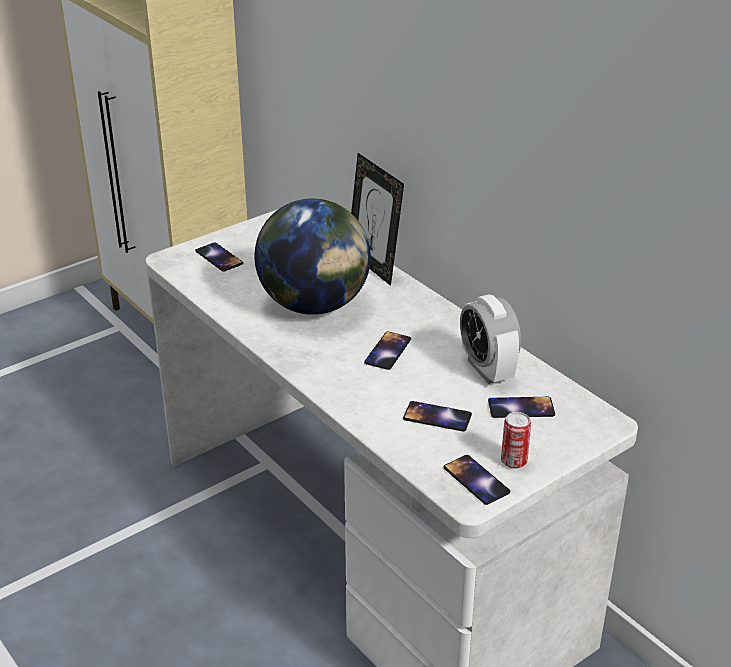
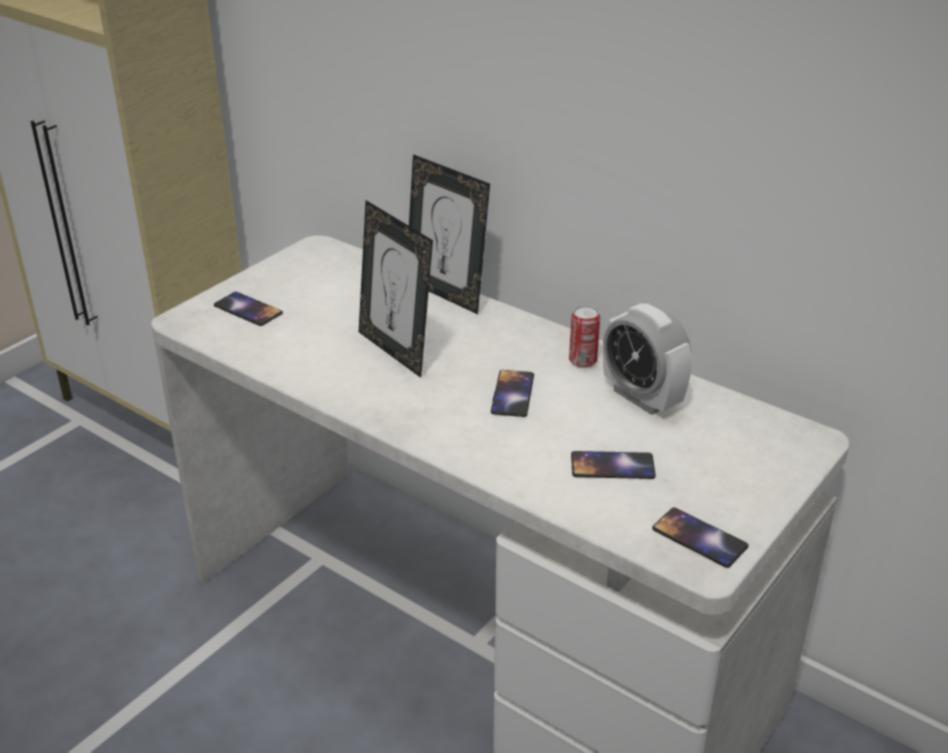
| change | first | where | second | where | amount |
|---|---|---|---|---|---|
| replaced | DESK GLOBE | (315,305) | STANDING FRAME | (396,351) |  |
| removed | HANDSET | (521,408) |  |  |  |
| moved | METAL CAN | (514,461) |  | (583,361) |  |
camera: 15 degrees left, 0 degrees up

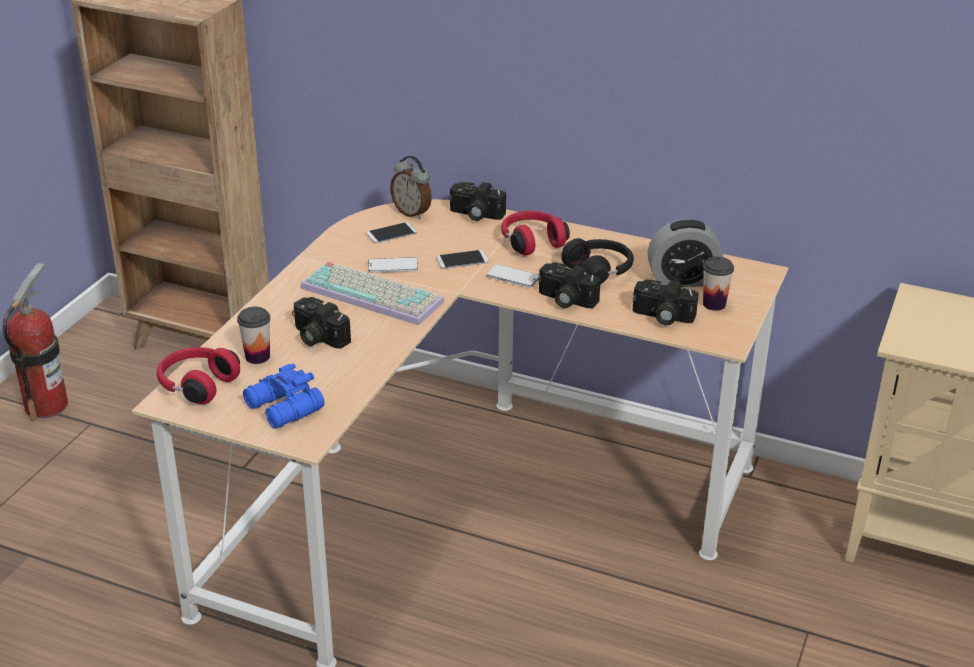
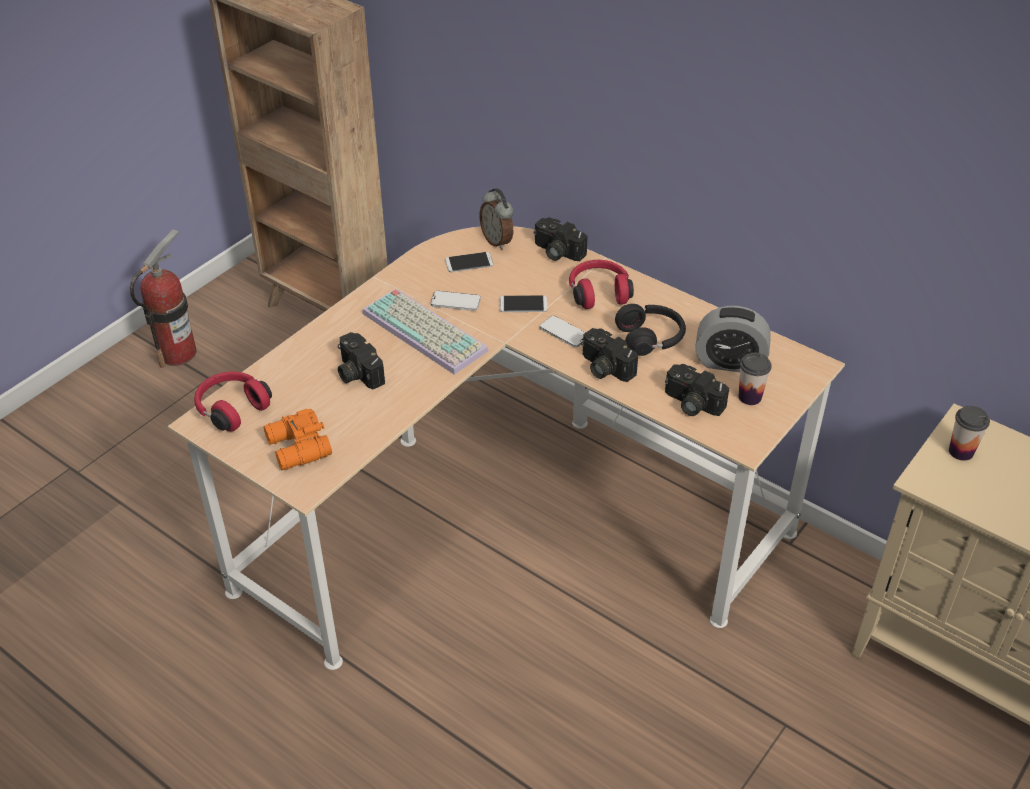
| change | first | where | second | where | amount |
|---|---|---|---|---|---|
| moved | DRINKING CUP | (257,357) |  | (961,451) |  |
| recoloured | BLUE PAIR OF BINOCULARS | (283,409) | ORANGE-COLOURED PAIR OF BINOCULARS | (297,449) |  |
camera: 15 degrees right, 10 degrees up

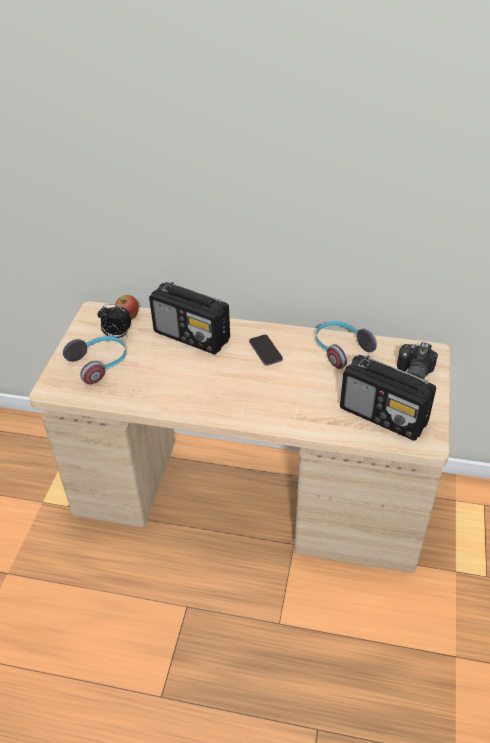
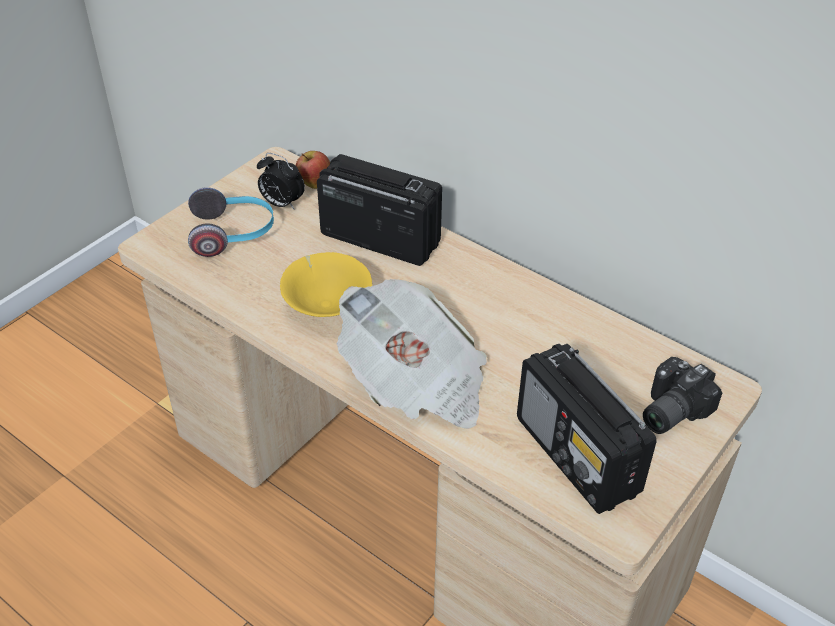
| change | first | where | second | where | amount |
|---|---|---|---|---|---|
| turned | RADIO RECEIVER | (192,336) |  | (379,238) | 150 degrees clockwise |
| removed | HANDSET | (265,351) |  |  |  |
| removed | PAIR OF HEADPHONES | (340,349) |  |  |  |
| added |  |  | YELLOW-COLOURED BOWL | (327,306) |  |
| added |  |  | PRINTED PAPER | (416,383) |  |
camera: 25 degrees right, 0 degrees up

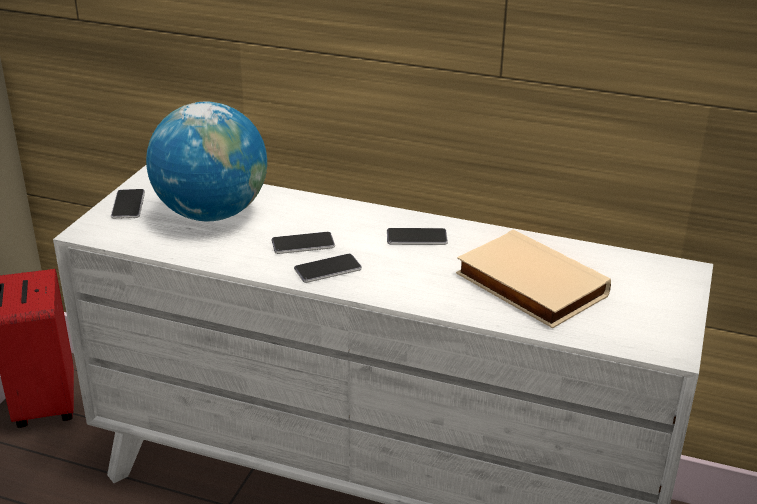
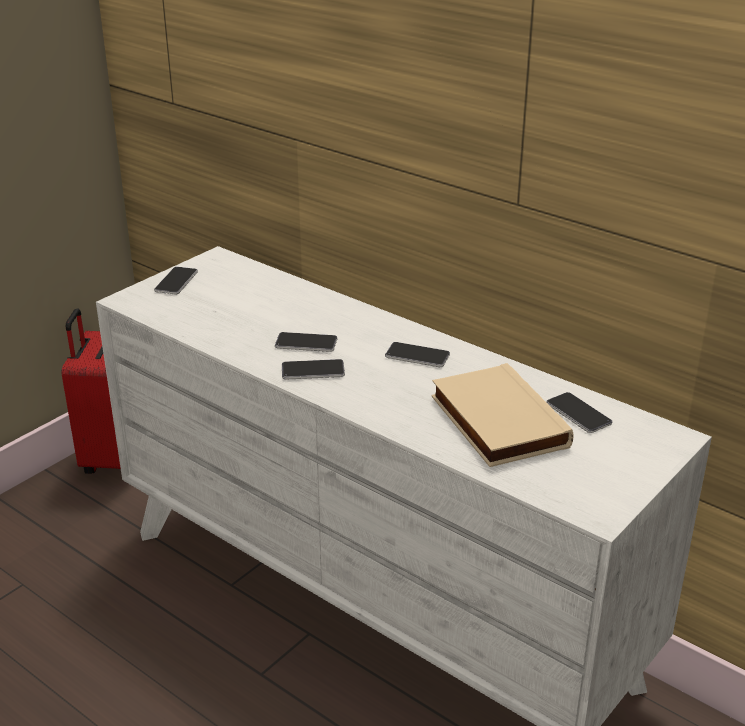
| change | first | where | second | where | amount |
|---|---|---|---|---|---|
| removed | DESK GLOBE | (211,213) |  |  |  |
| added |  |  | HANDSET | (578,414) |  |
camera: 20 degrees right, 0 degrees up

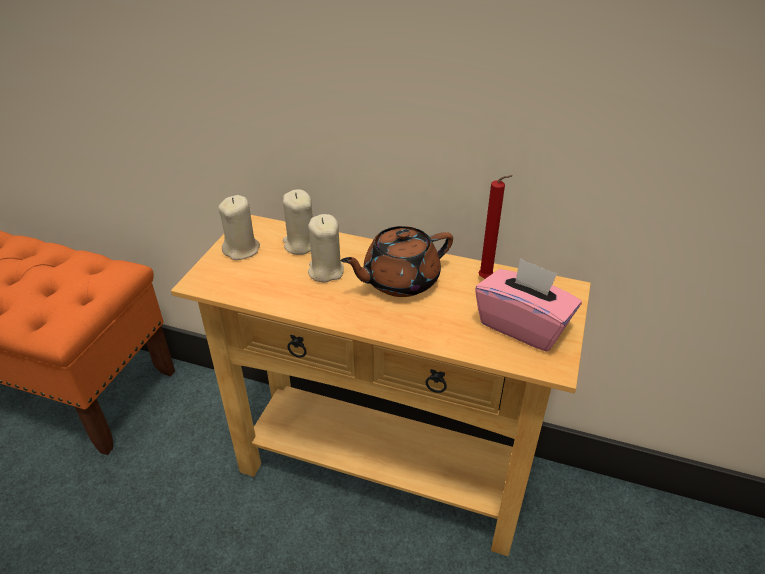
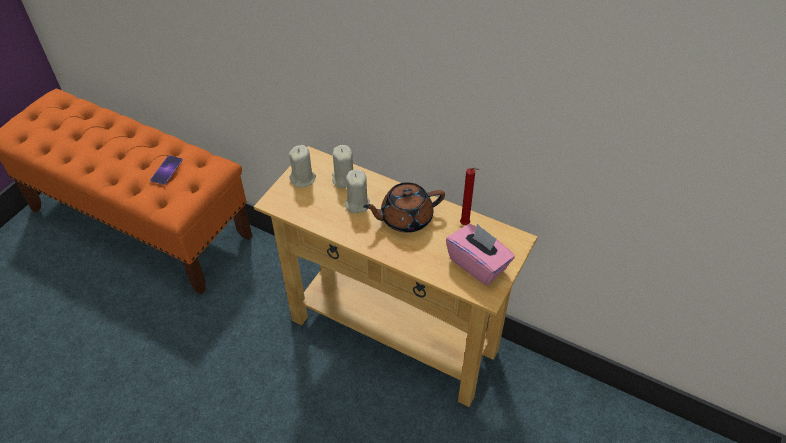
| change | first | where | second | where | amount |
|---|---|---|---|---|---|
| added |  |  | HANDSET | (166,170) |  |
camera: 10 degrees right, 10 degrees up

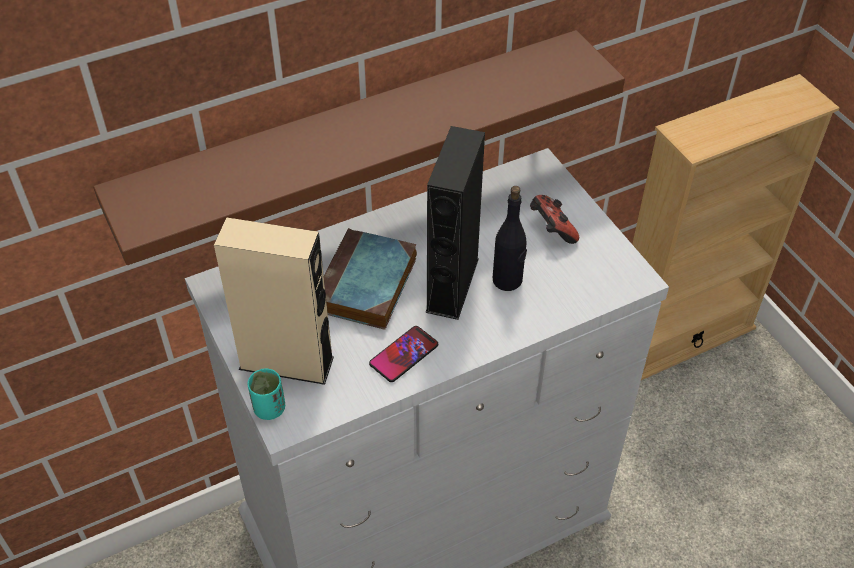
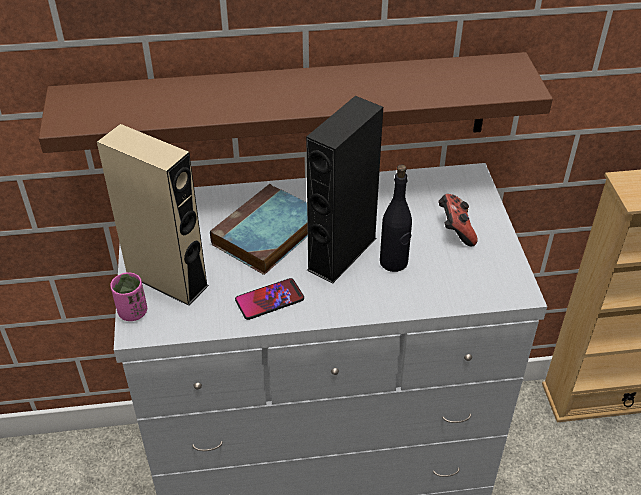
| change | first | where | second | where | amount |
|---|---|---|---|---|---|
| recoloured | TURQUOISE DRINKING CUP | (269,408) | PINK-COLOURED DRINKING CUP | (132,312) |  |
camera: 20 degrees right, 5 degrees down

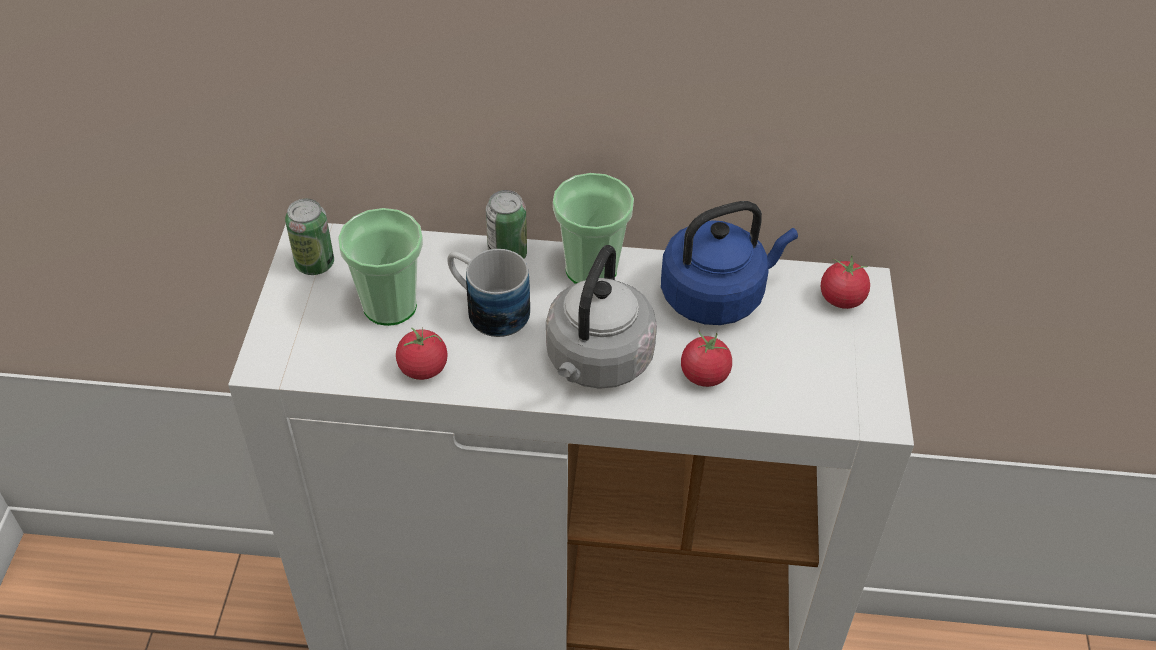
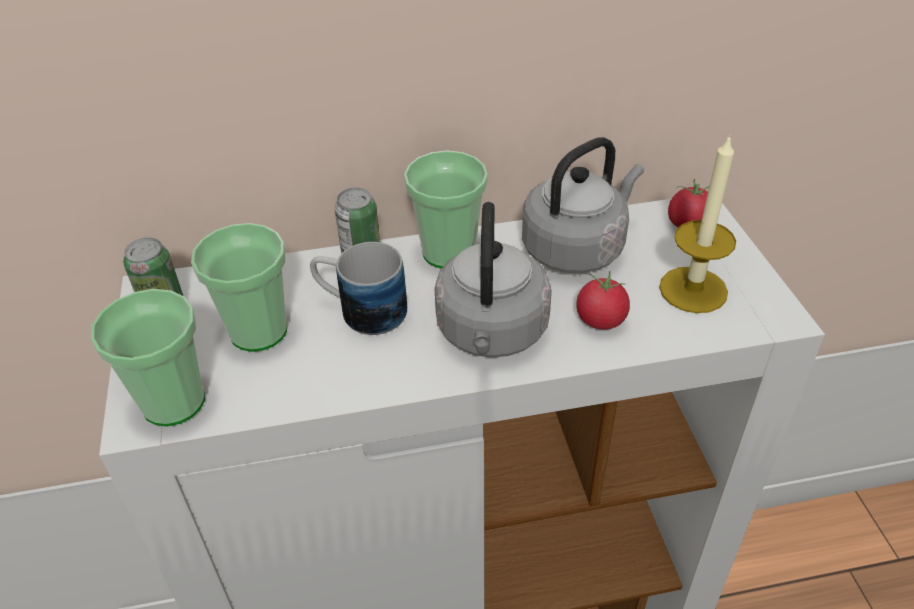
| change | first | where | second | where | amount |
|---|---|---|---|---|---|
| removed | TOMATO | (423,368) |  |  |  |
| recoloured | BLUE WATER KETTLE | (717,295) | GRAY WATER KETTLE | (577,248) |  |
| added |  |  | DRINKING CUP | (173,402) |  |
| added |  |  | WAX CANDLE | (693,289) |  |
camera: 15 degrees left, 5 degrees down

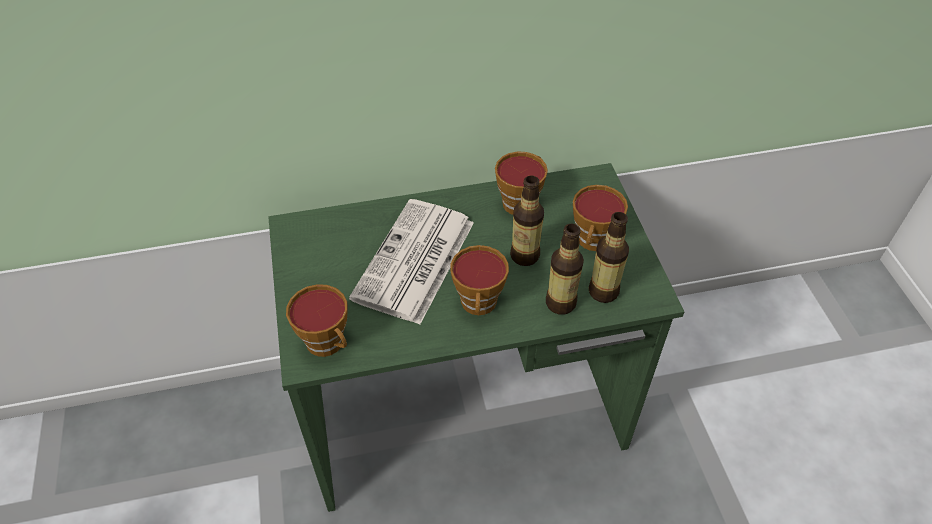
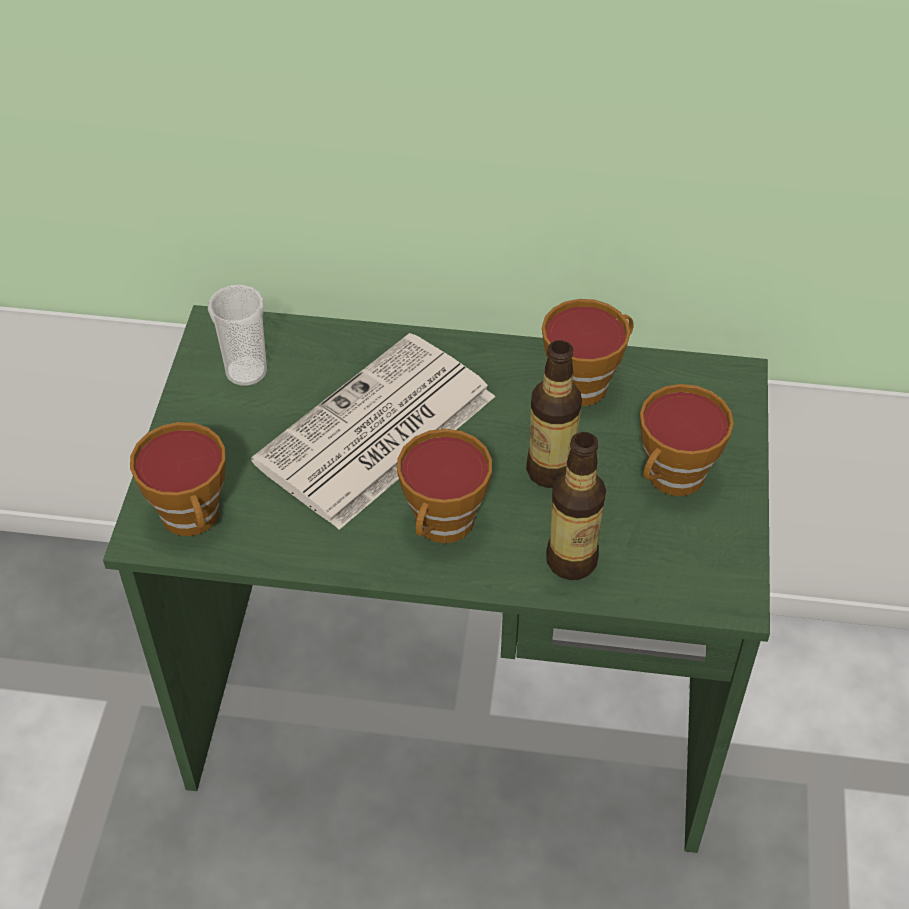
| change | first | where | second | where | amount |
|---|---|---|---|---|---|
| removed | BEVERAGE BOTTLE | (603,291) |  |  |  |
| added |  |  | DRINKING CUP | (246,372) |  |
camera: 20 degrees right, 0 degrees up

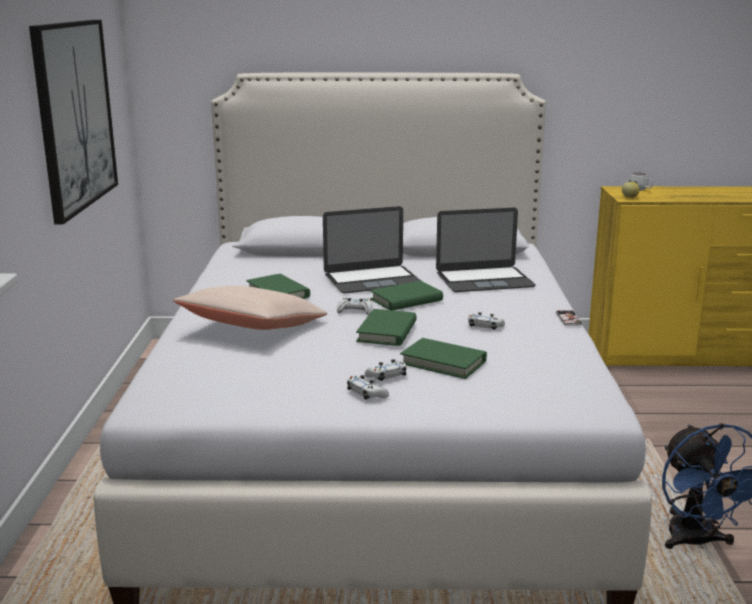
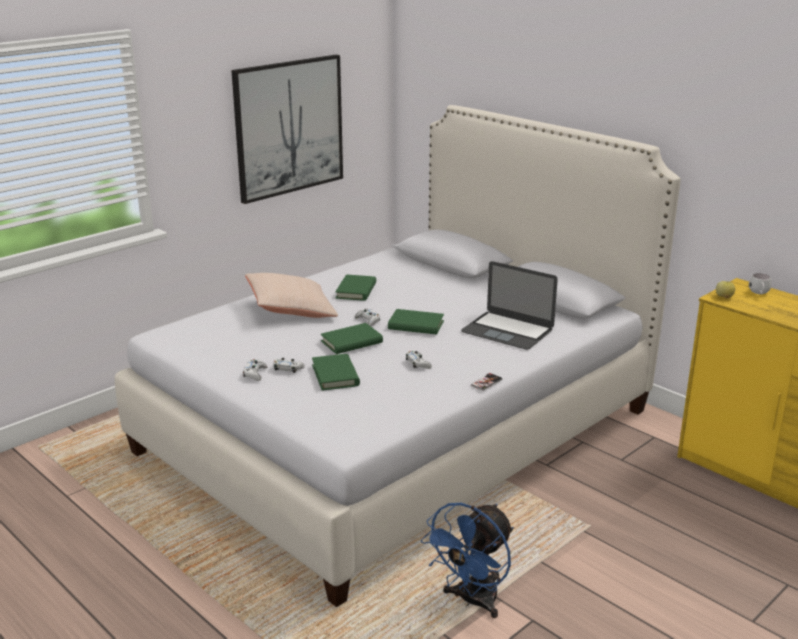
| change | first | where | second | where | amount |
|---|---|---|---|---|---|
| removed | NOTEBOOK COMPUTER | (372,279) |  |  |  |
camera: 45 degrees right, 5 degrees up

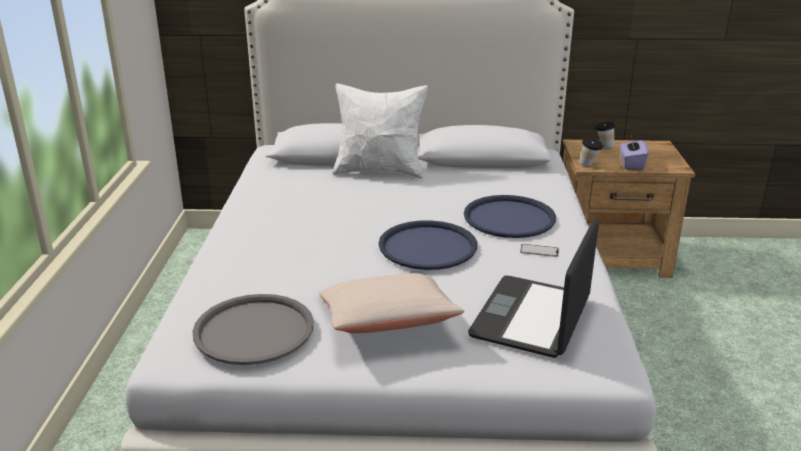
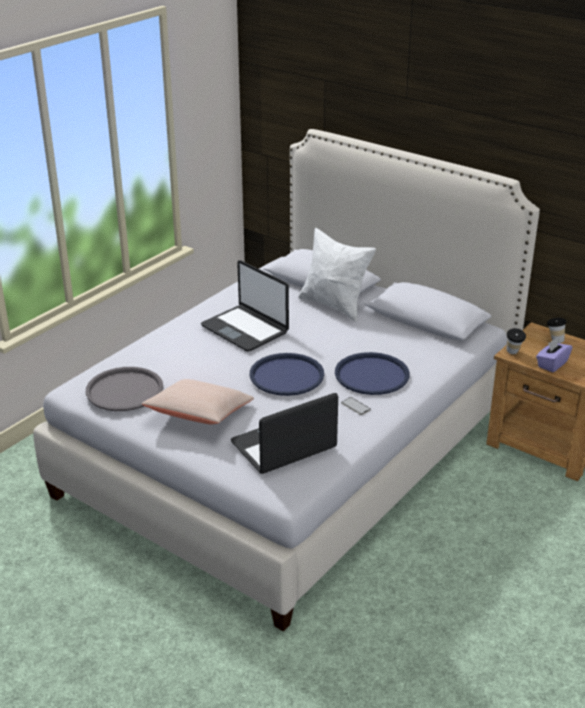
| change | first | where | second | where | amount |
|---|---|---|---|---|---|
| added |  |  | NOTEBOOK COMPUTER | (245,329) |  |
camera: 35 degrees right, 5 degrees up

